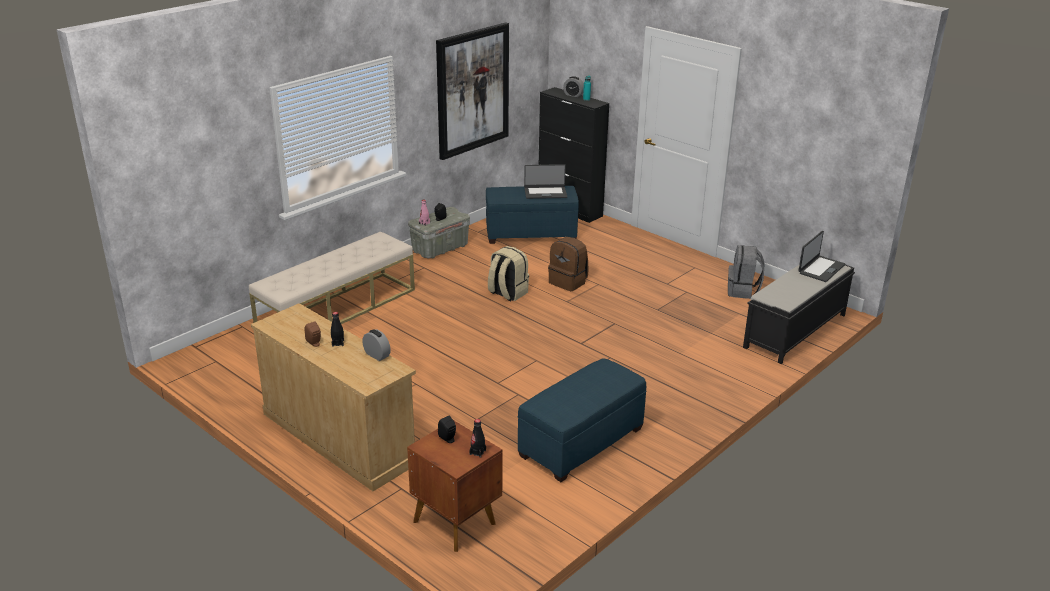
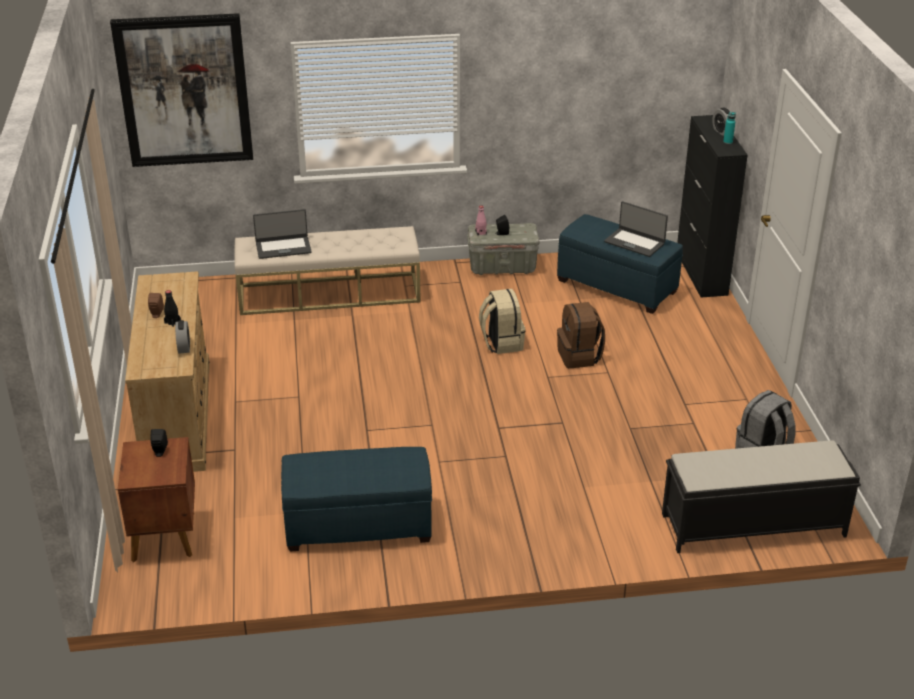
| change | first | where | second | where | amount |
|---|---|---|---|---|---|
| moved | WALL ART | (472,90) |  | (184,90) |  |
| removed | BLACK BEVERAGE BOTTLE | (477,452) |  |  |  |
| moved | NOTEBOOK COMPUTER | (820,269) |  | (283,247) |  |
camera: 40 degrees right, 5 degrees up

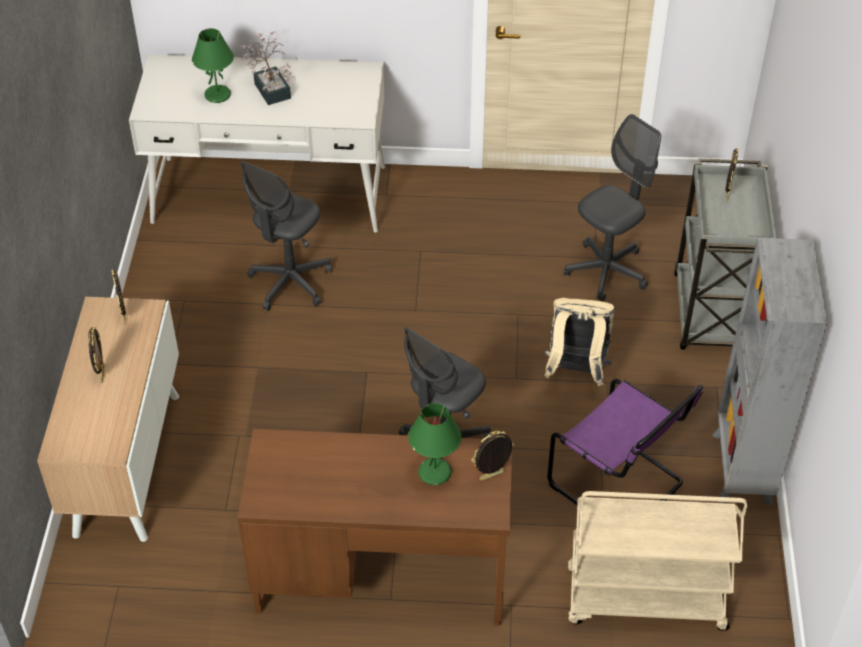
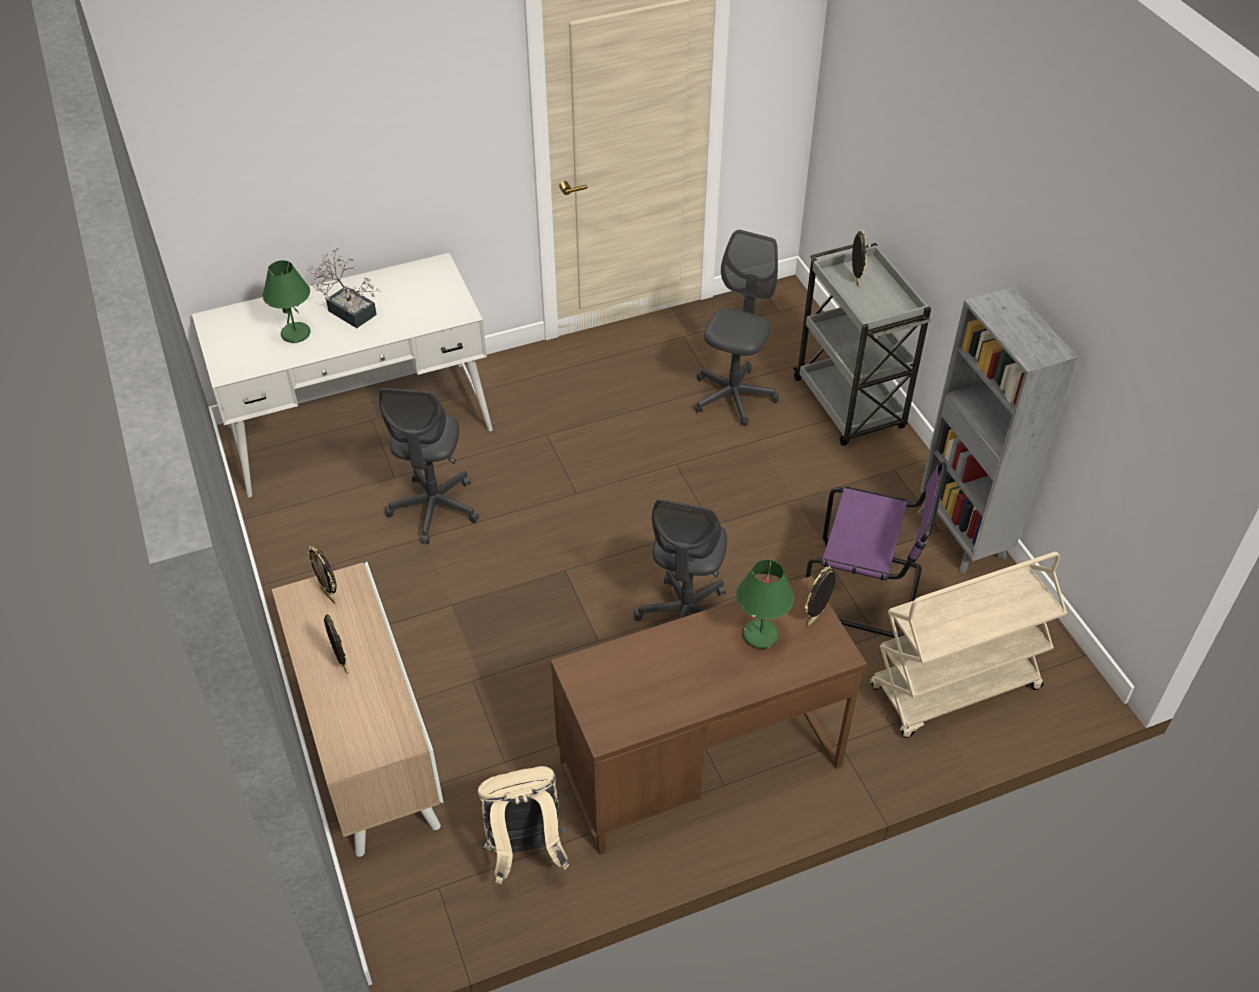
| change | first | where | second | where | amount |
|---|---|---|---|---|---|
| moved | BEIGE-COLOURED KNAPSACK | (575,371) |  | (525,851) |  |
camera: 25 degrees left, 0 degrees up

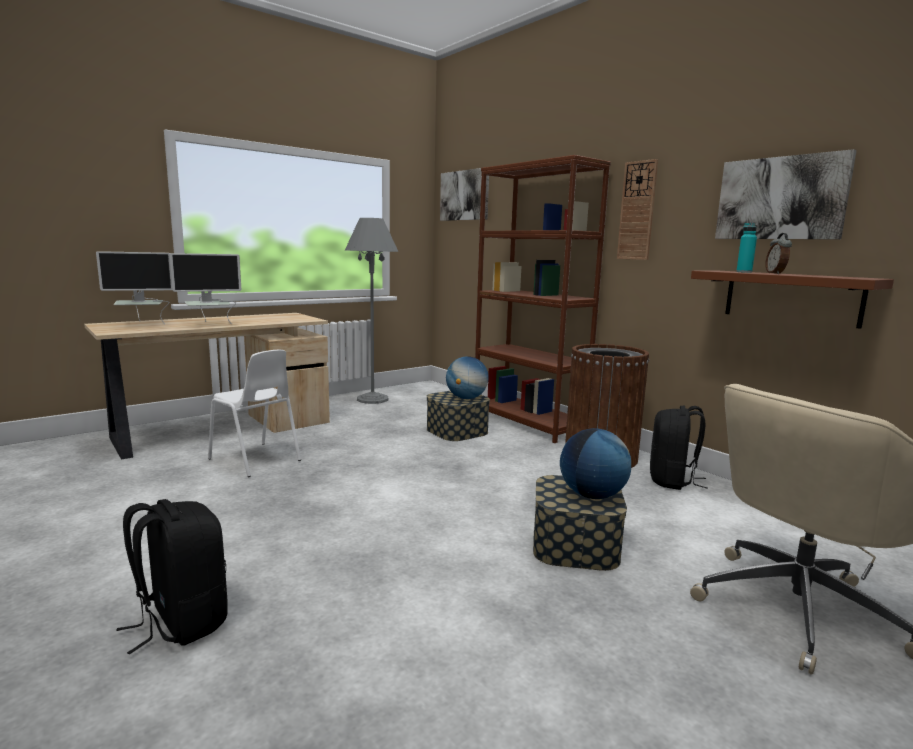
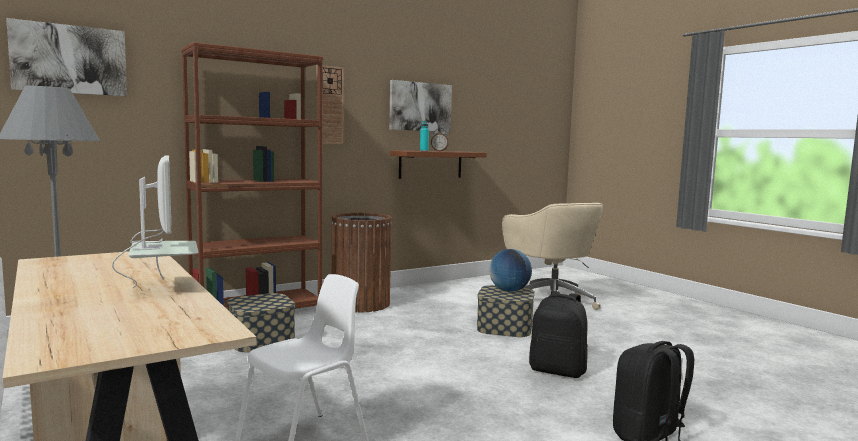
| change | first | where | second | where | amount |
|---|---|---|---|---|---|
| removed | COMPUTER SCREEN | (141,324) |  |  |  |
| removed | DESK GLOBE | (466,398) |  |  |  |
| moved | BLACK KNAPSACK | (672,481) |  | (558,371) |  |
camera: 85 degrees left, 5 degrees down

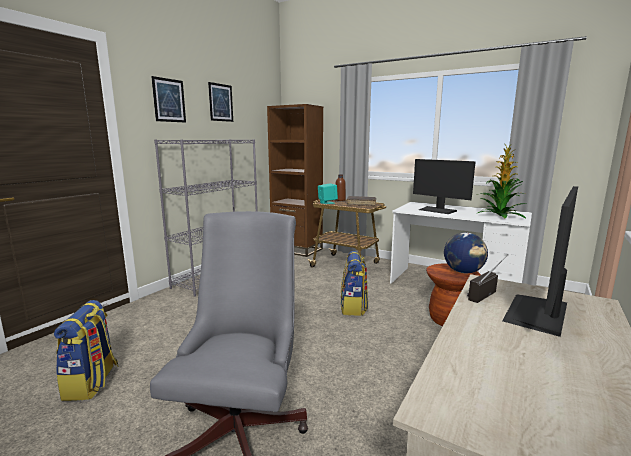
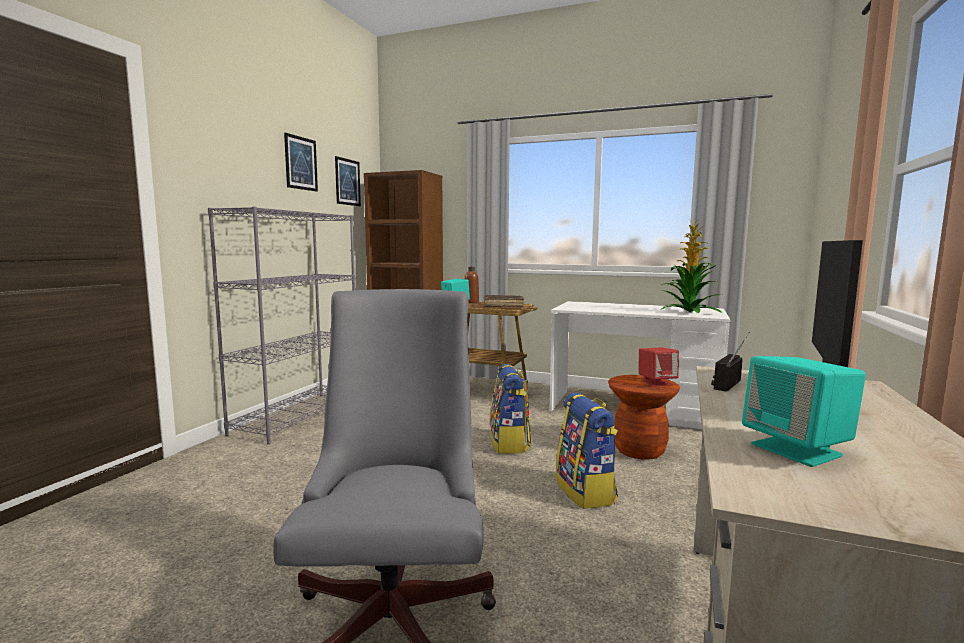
| change | first | where | second | where | amount |
|---|---|---|---|---|---|
| moved | KNAPSACK | (92,383) |  | (586,492) |  |
| moved | WALL ART | (169,100) |  | (347,182) |  |
| removed | COMPUTER SCREEN | (437,210) |  |  |  |
| replaced | DESK GLOBE | (463,272) | RED-COLOURED AUDIO SPEAKER | (657,382) |  |
| added |  |  | TURQUOISE AUDIO SPEAKER | (797,450) |  |
camera: 10 degrees left, 5 degrees down

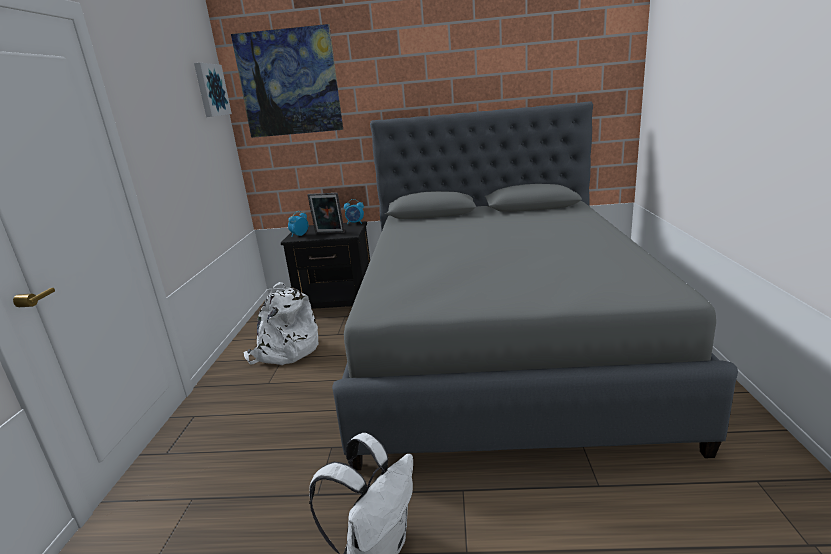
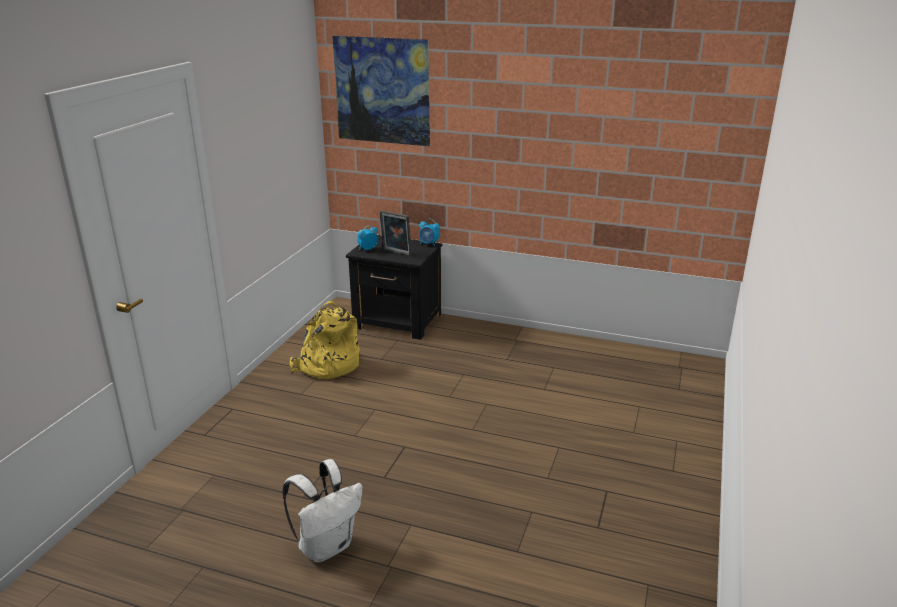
| change | first | where | second | where | amount |
|---|---|---|---|---|---|
| removed | WALL ART | (211,90) |  |  |  |
| recoloured | WHITE-COLOURED KNAPSACK | (285,351) | YELLOW-COLOURED KNAPSACK | (327,365) |  |
| removed | GRAY SLEEPING BED | (500,345) |  |  |  |
camera: 15 degrees right, 5 degrees up

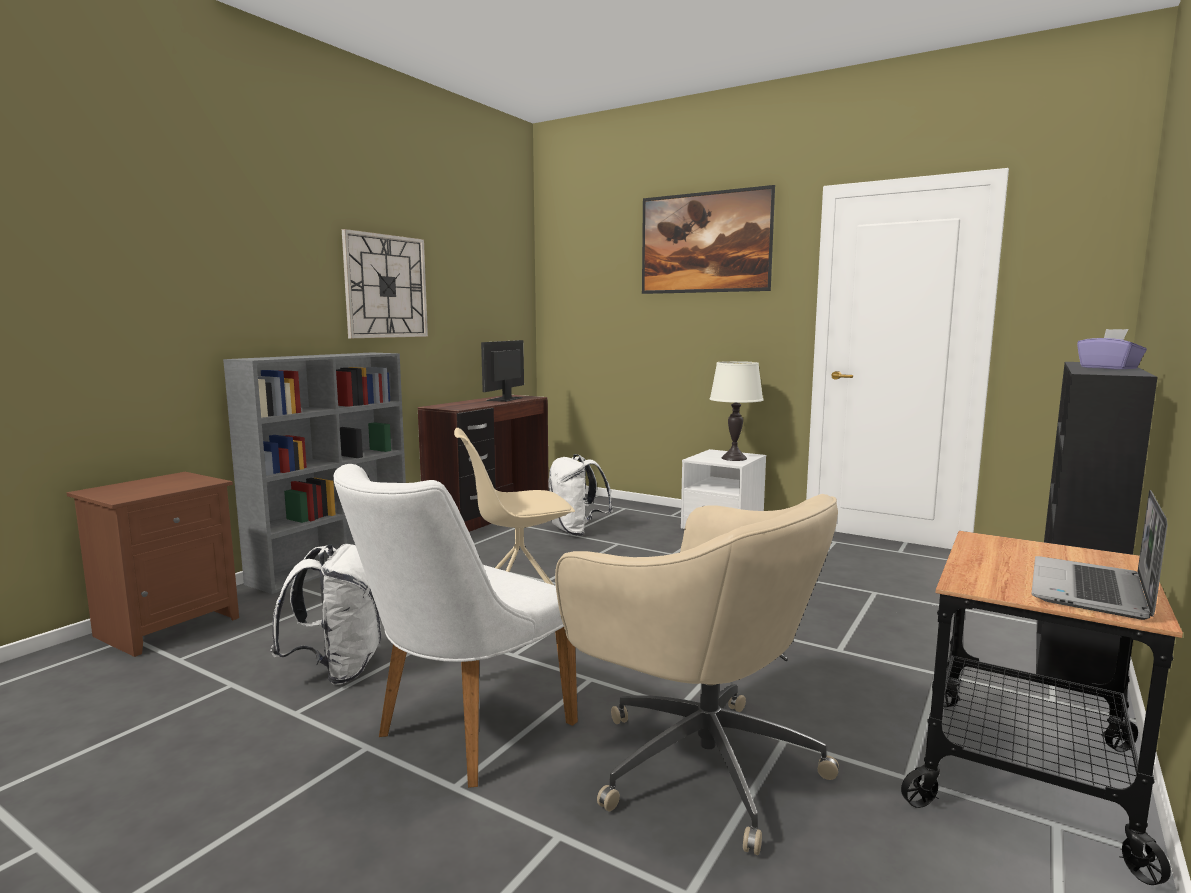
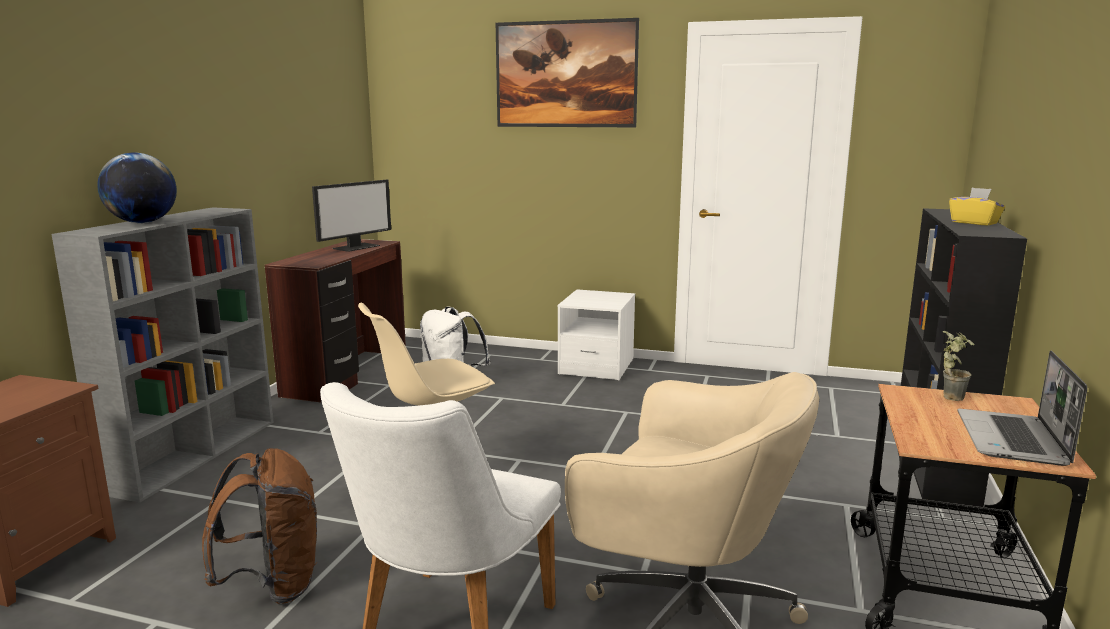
| change | first | where | second | where | amount |
|---|---|---|---|---|---|
| recoloured | WHITE-COLOURED KNAPSACK | (338,670) | BROWNISH KNAPSACK | (273,585) |  |
| removed | WALL CLOCK | (386,286) |  |  |  |
| turned | COMPUTER SCREEN | (505,399) |  | (356,247) | 150 degrees counterclockwise |
| removed | WHITE-COLOURED TABLE LAMP | (734,458) |  |  |  |
| recoloured | PURPLE-COLOURED TISSUE HOLDER | (1108,368) | YELLOW-COLOURED TISSUE HOLDER | (974,223) |  |
| added |  |  | DESK GLOBE | (142,222) |  |
| added |  |  | POTTED PLANT | (950,396) |  |
camera: 15 degrees left, 5 degrees up

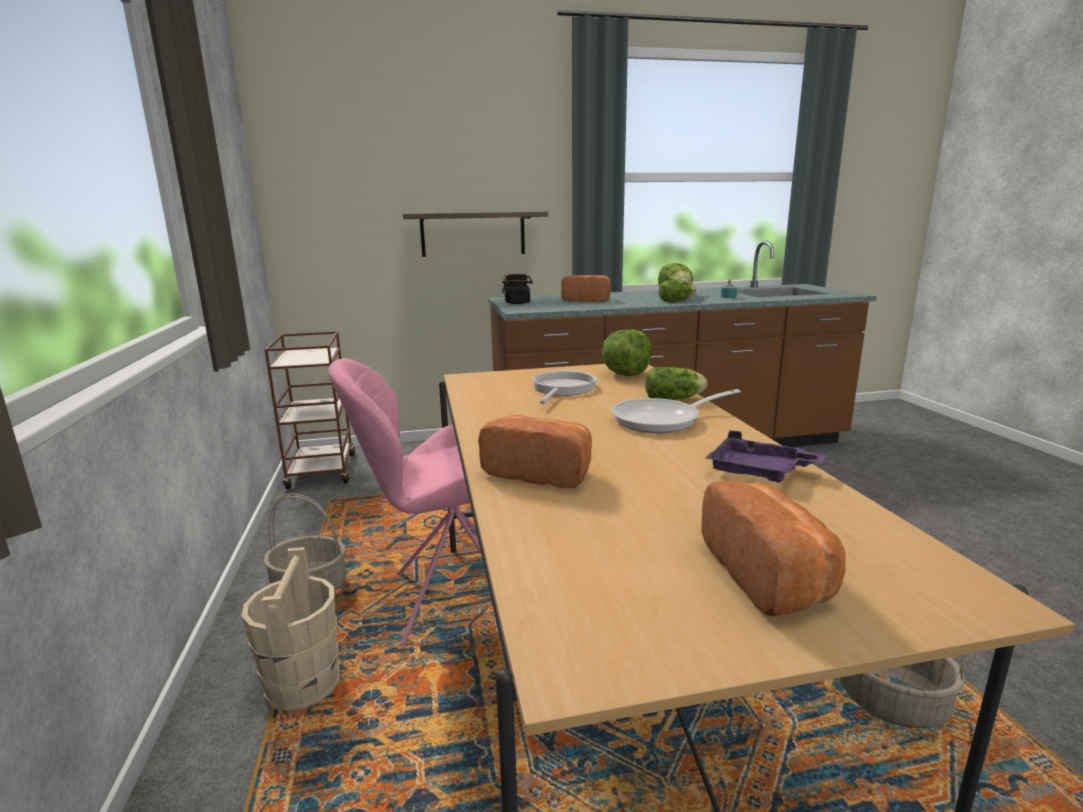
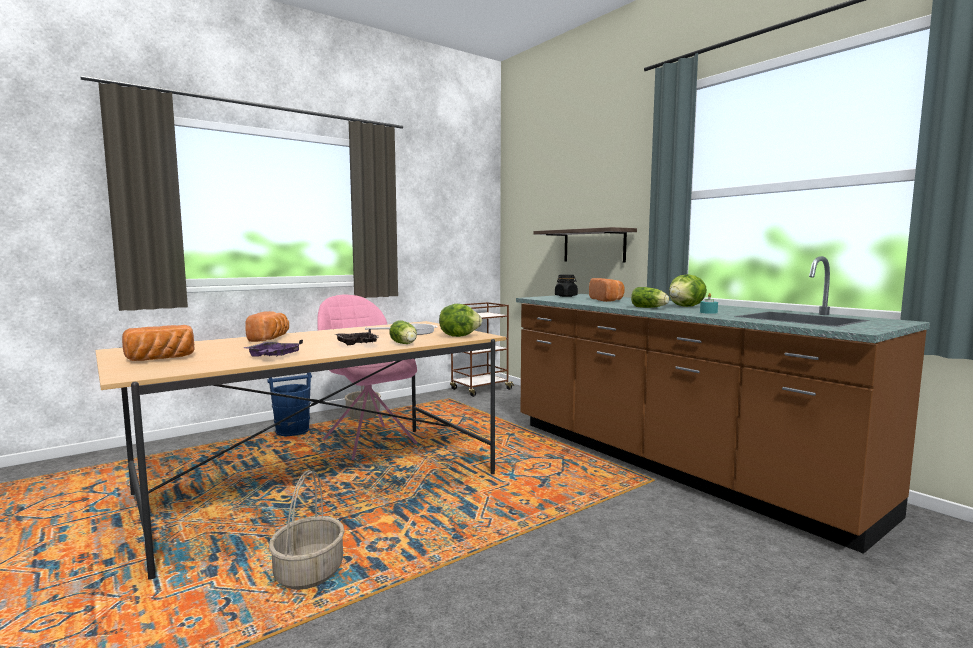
| change | first | where | second | where | amount |
|---|---|---|---|---|---|
| recoloured | BEIGE-COLOURED BUCKET | (303,684) | BLUE BUCKET | (293,431) |  |
| replaced | FRYING PAN | (662,420) | BLACK TRAY | (357,344) |  |
camera: 65 degrees right, 10 degrees down

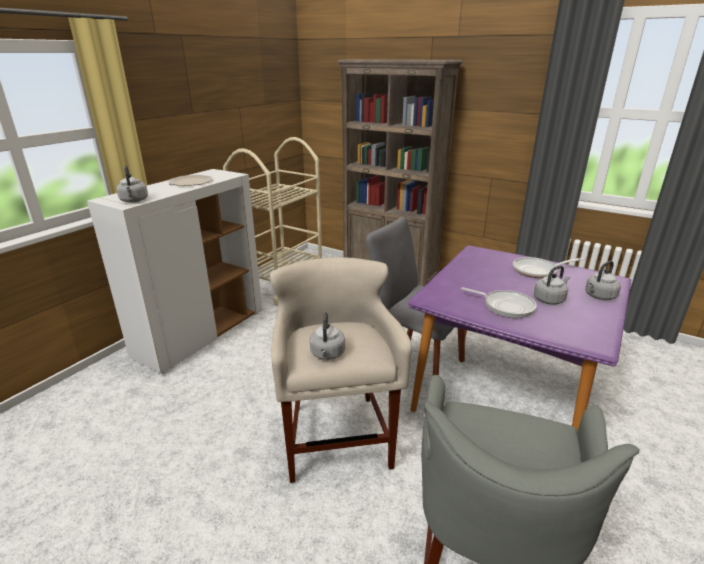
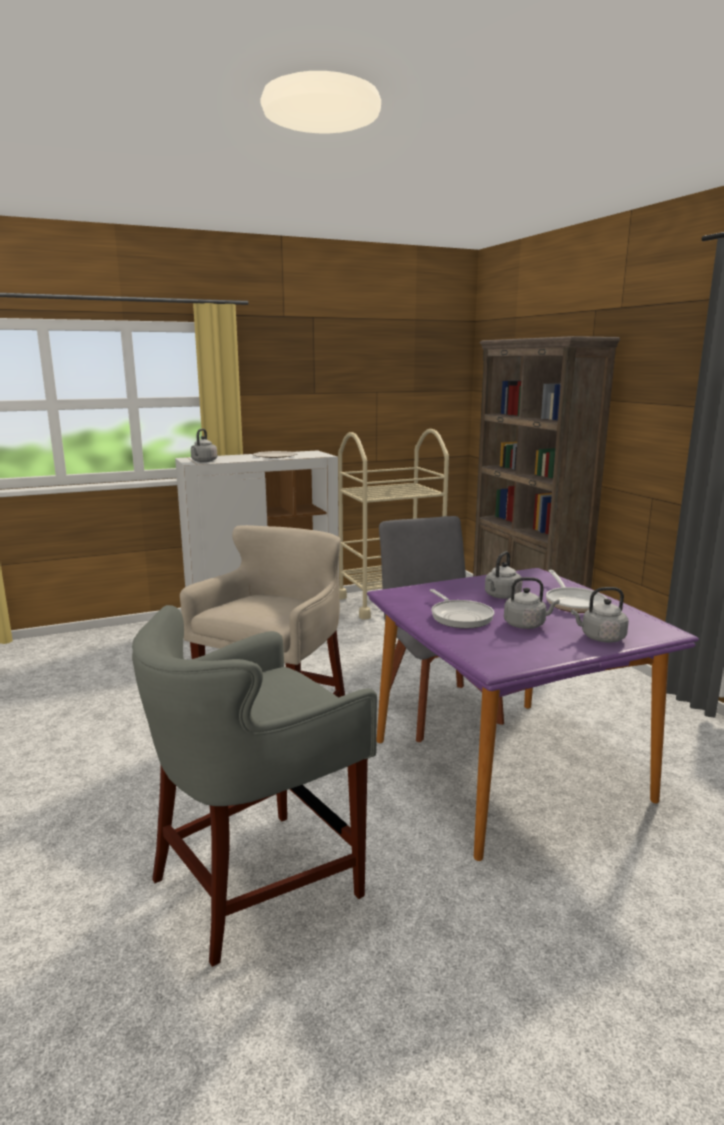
| change | first | where | second | where | amount |
|---|---|---|---|---|---|
| moved | GRAY WATER KETTLE | (327,354) |  | (501,596) |  |
| turned | FRYING PAN | (538,271) |  | (573,603) | 120 degrees counterclockwise |
camera: 35 degrees right, 10 degrees down

